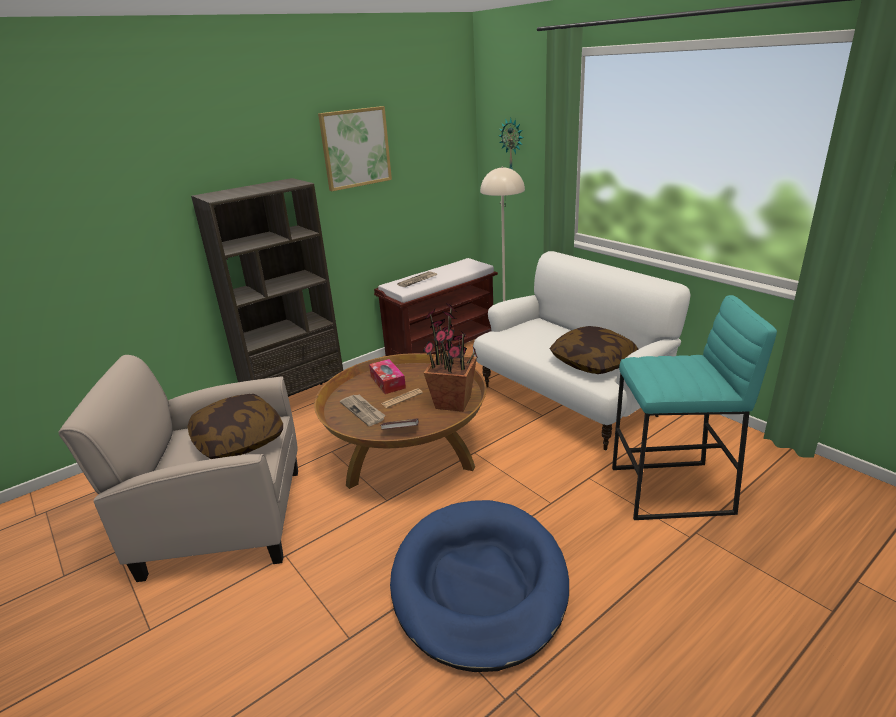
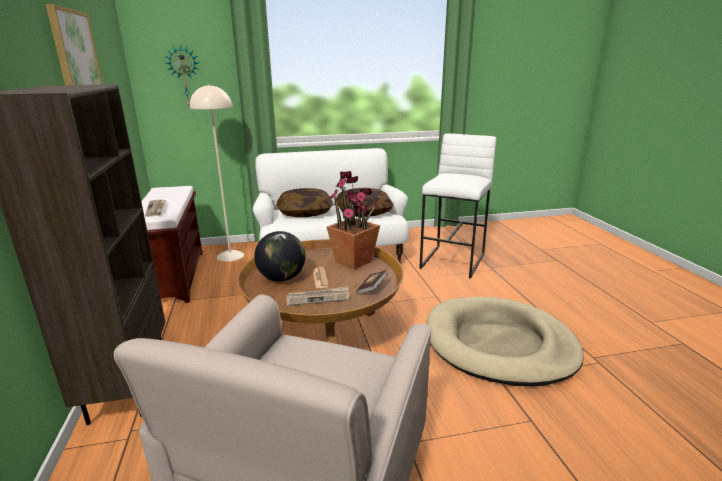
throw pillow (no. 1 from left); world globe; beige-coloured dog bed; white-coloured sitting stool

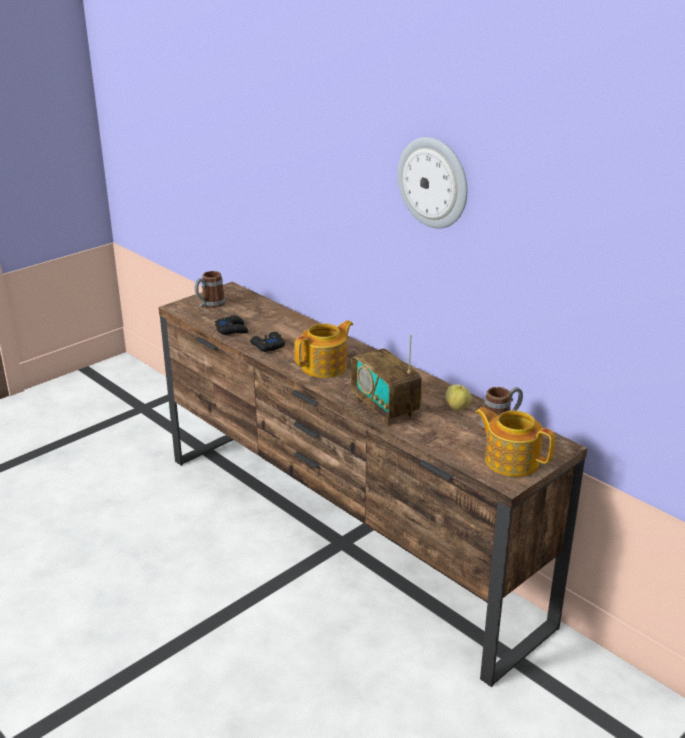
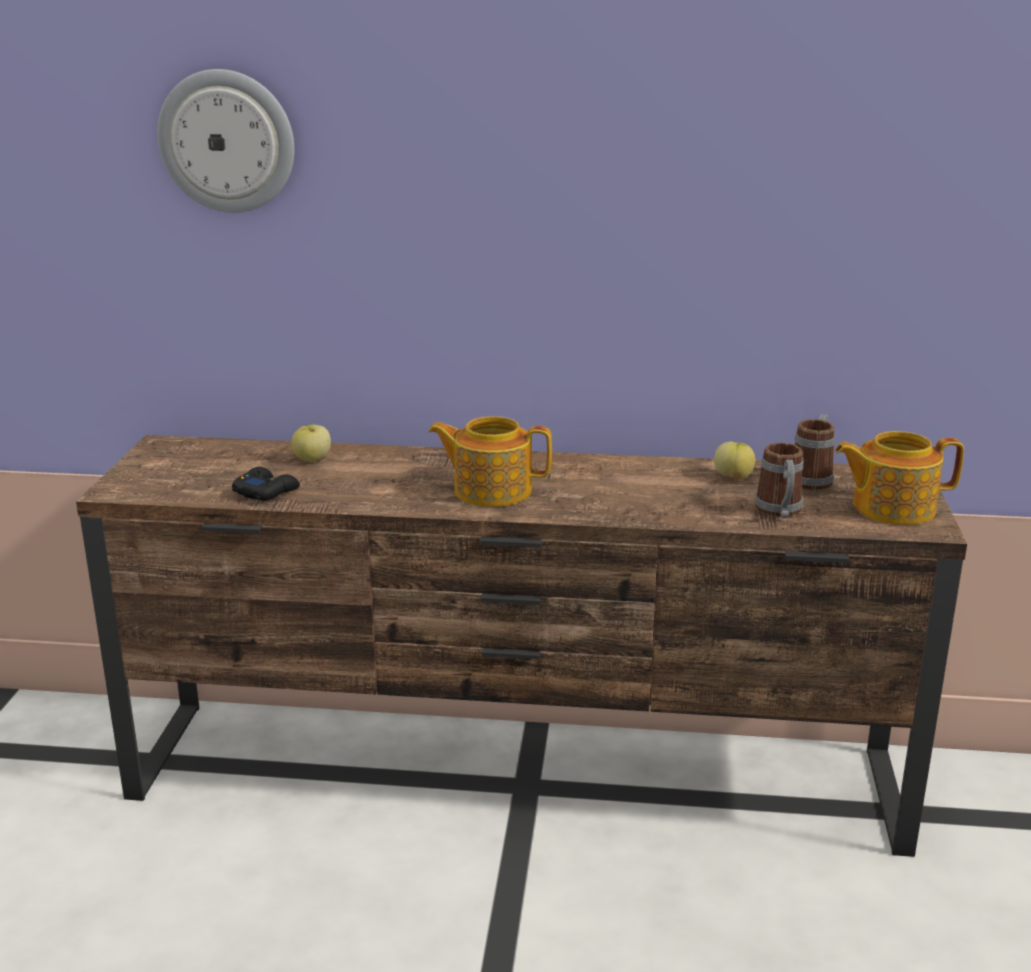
coffee mug (no. 1 from left); black-coloured joypad (no. 2 from left in the first image); tea pot (no. 1 from left); radio set; hanging clock; apple (no. 1 from left)

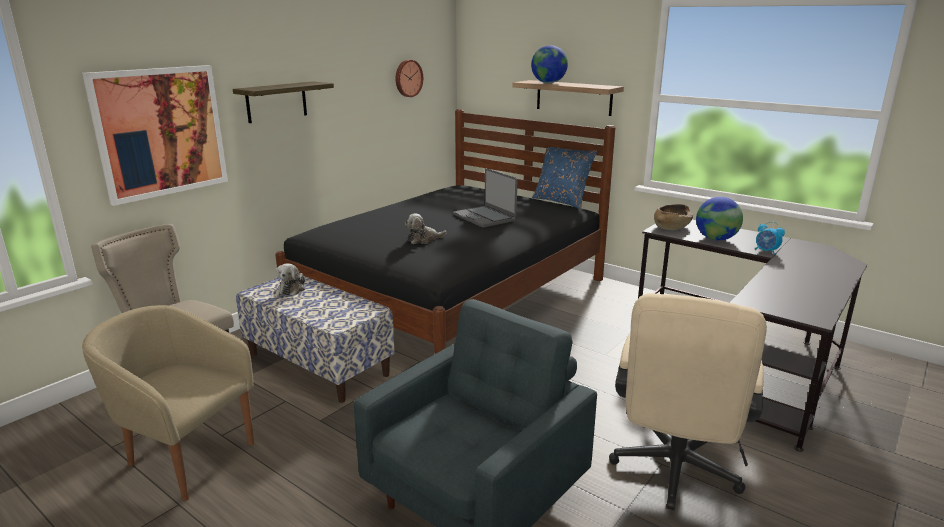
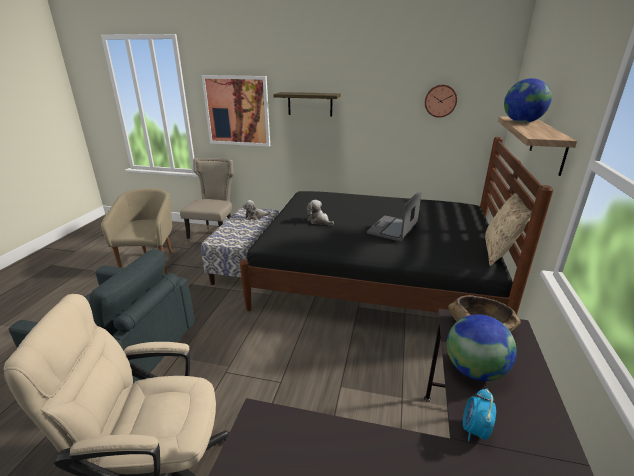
beige-coloured throw pillow

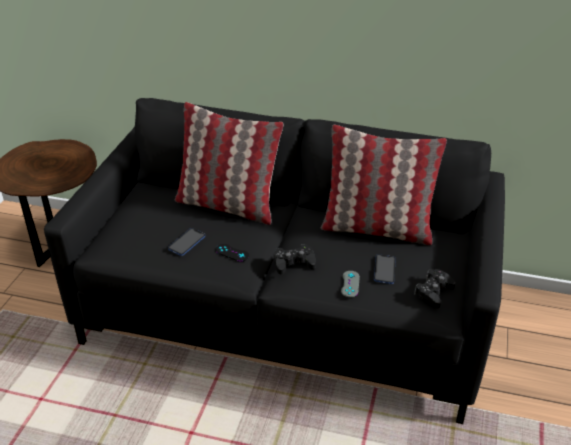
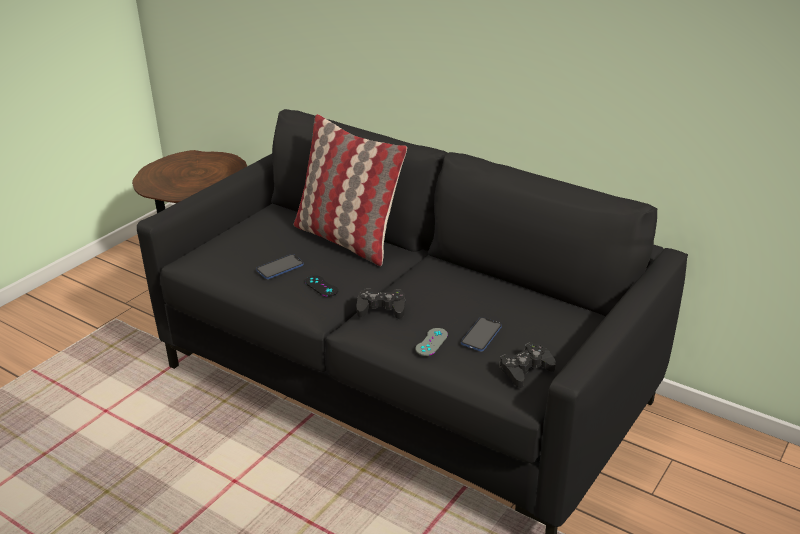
throw pillow (no. 2 from left in the first image)

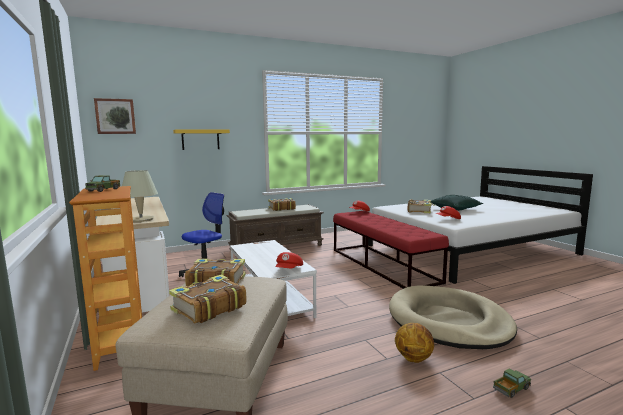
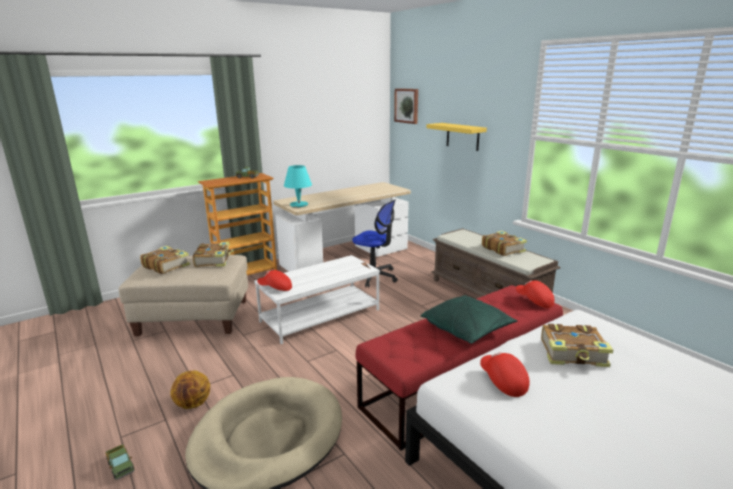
turquoise lamp for a table; green-coloured throw pillow

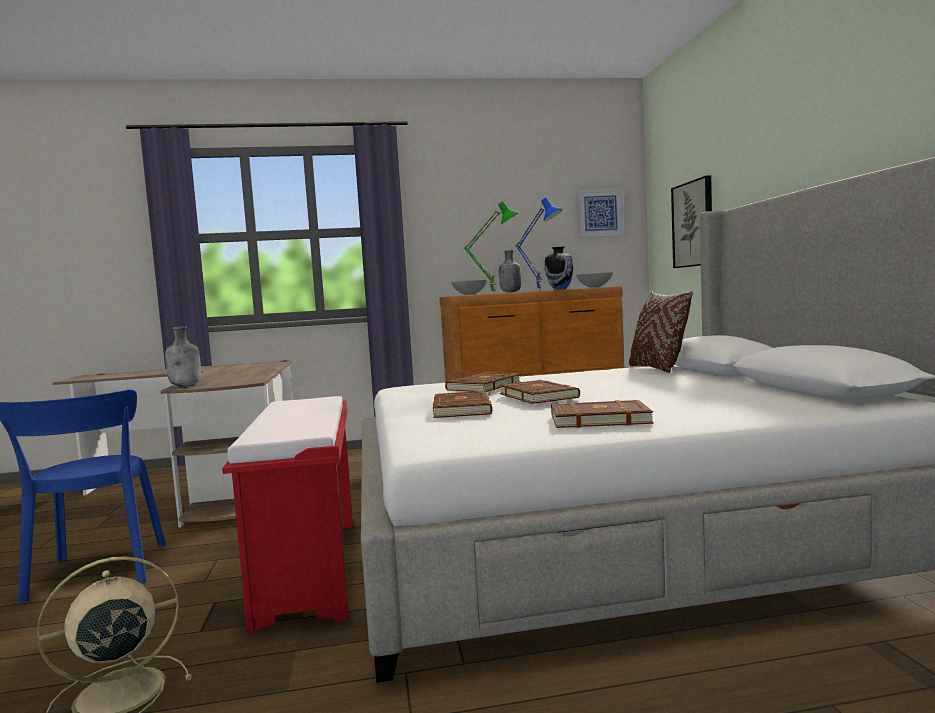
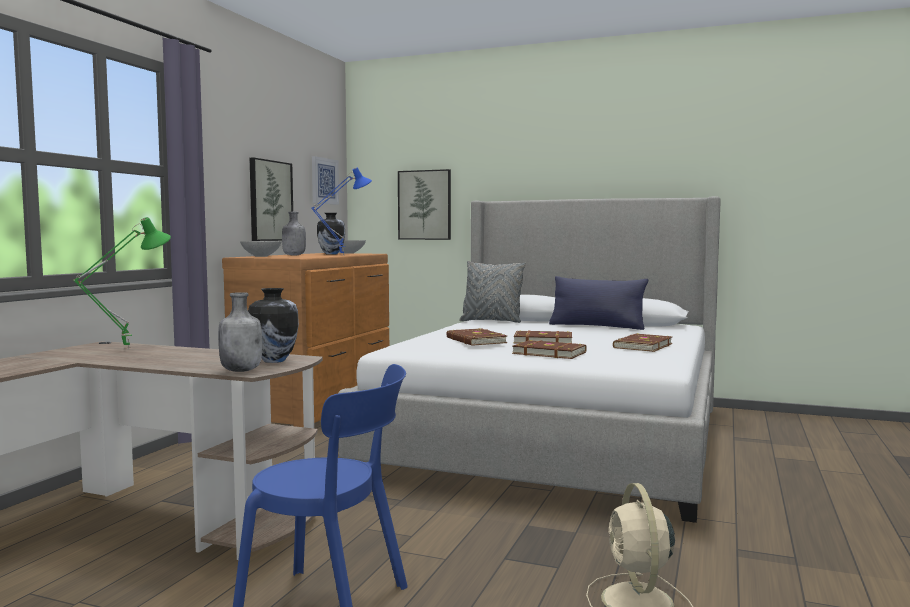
red-coloured indoor bench; green-coloured lamp for a table; greyish throw pillow; decorative vase (no. 1 from left); wall picture (no. 1 from left); bluish throw pillow

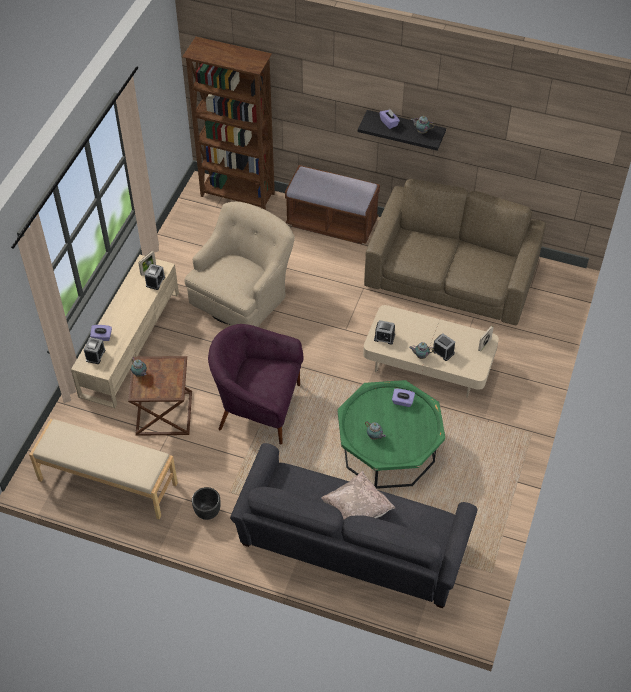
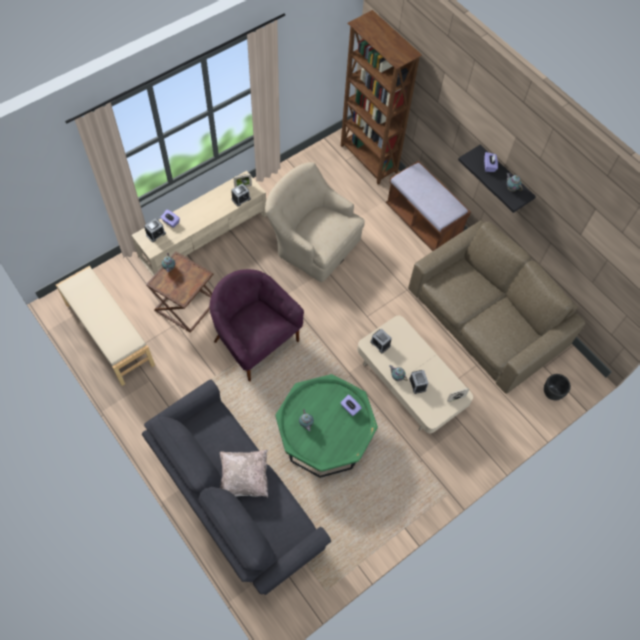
beige-coloured lounge chair; black-coloured flower pot

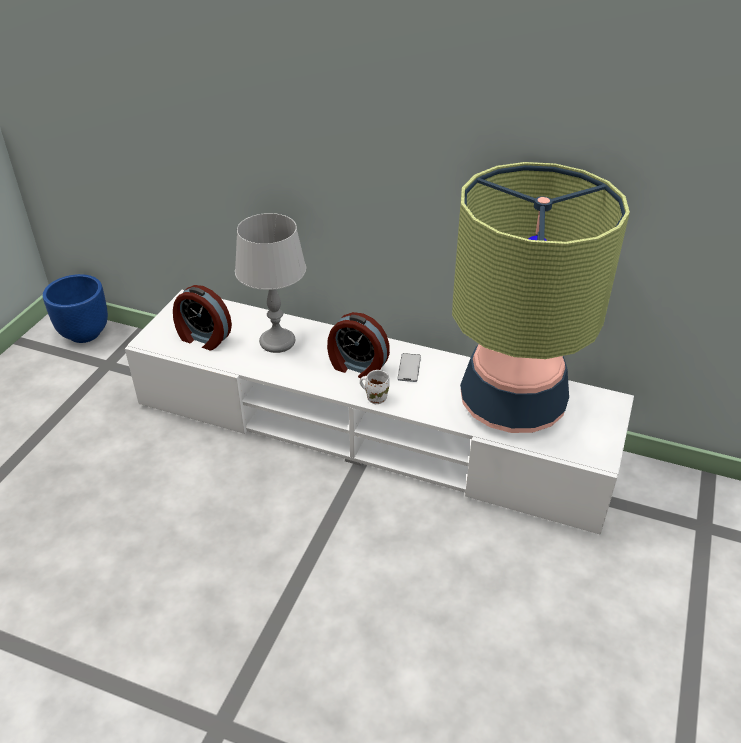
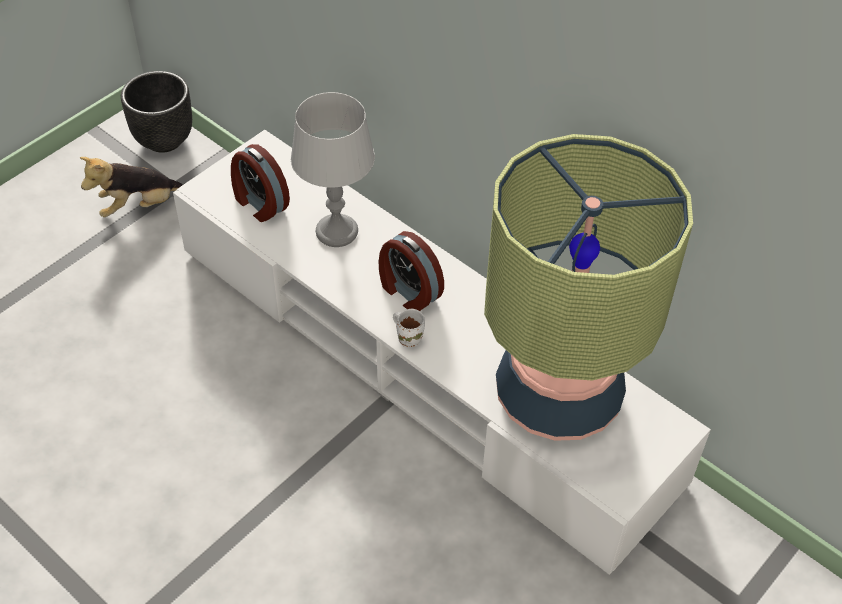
black-coloured flower pot; phone; soft toy

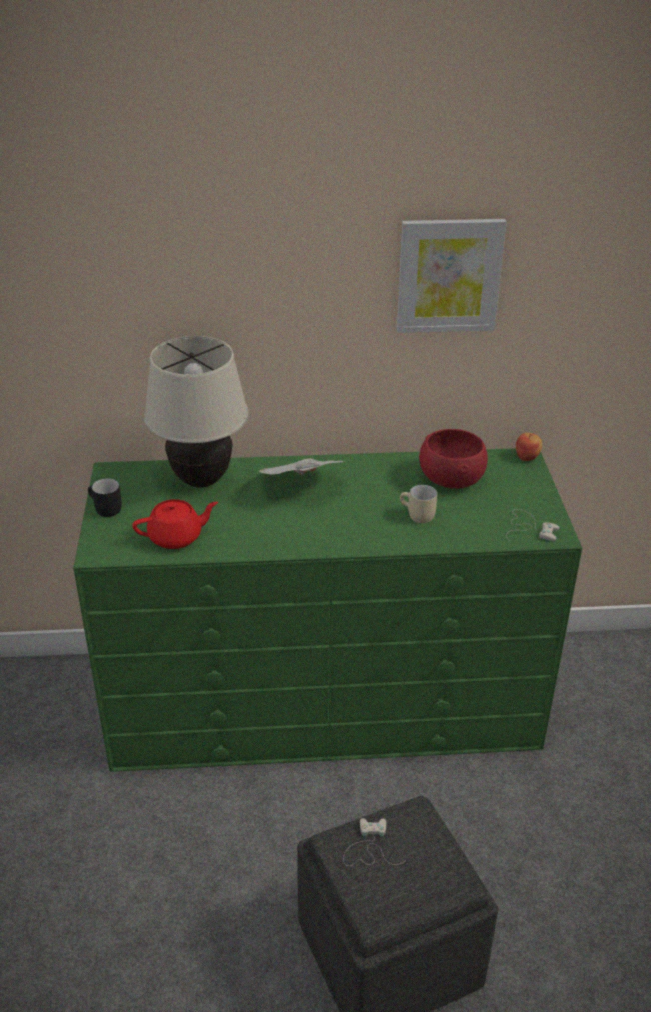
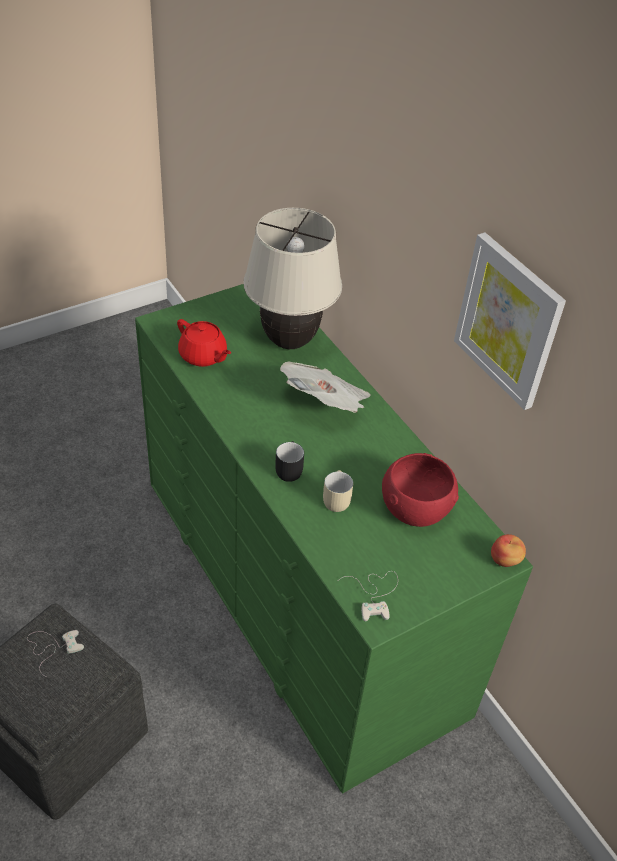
black-coloured coffee mug

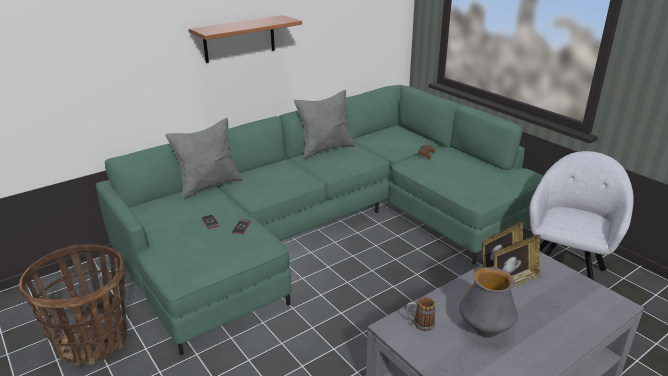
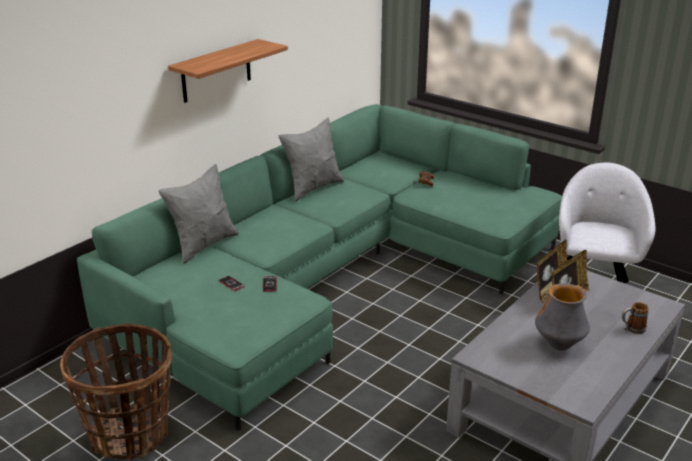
coffee mug

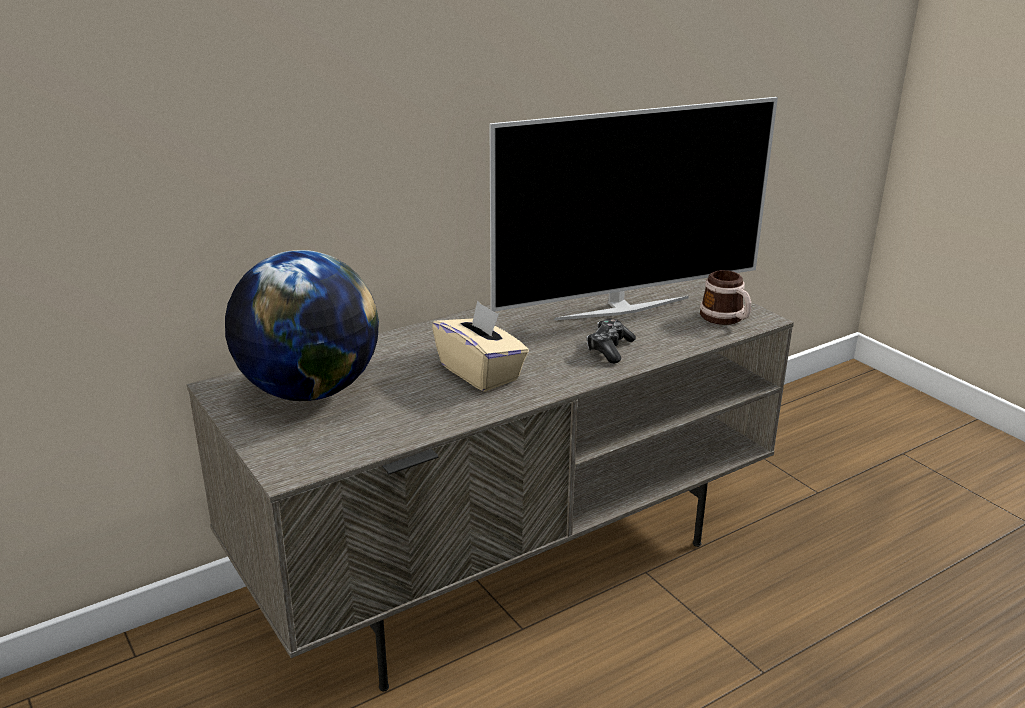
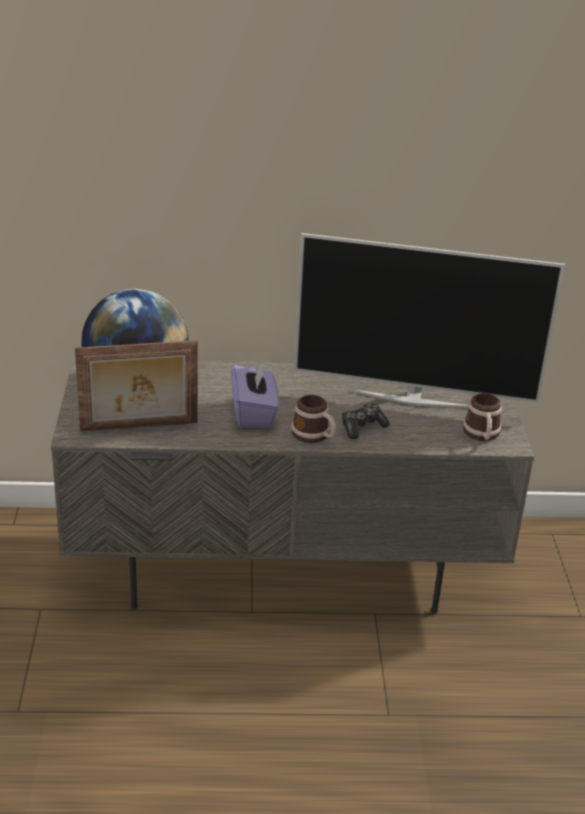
purple tissue box; standing frame; coffee mug (no. 1 from left)

